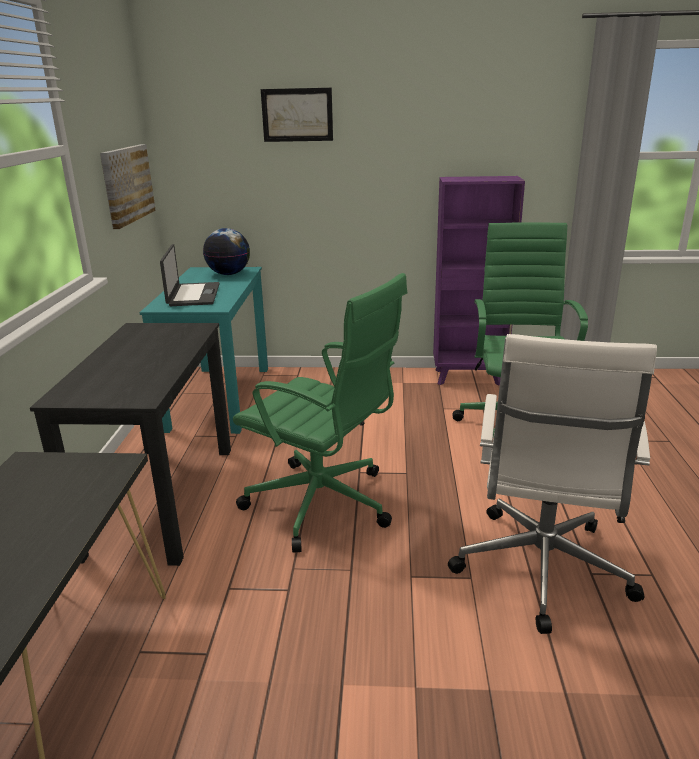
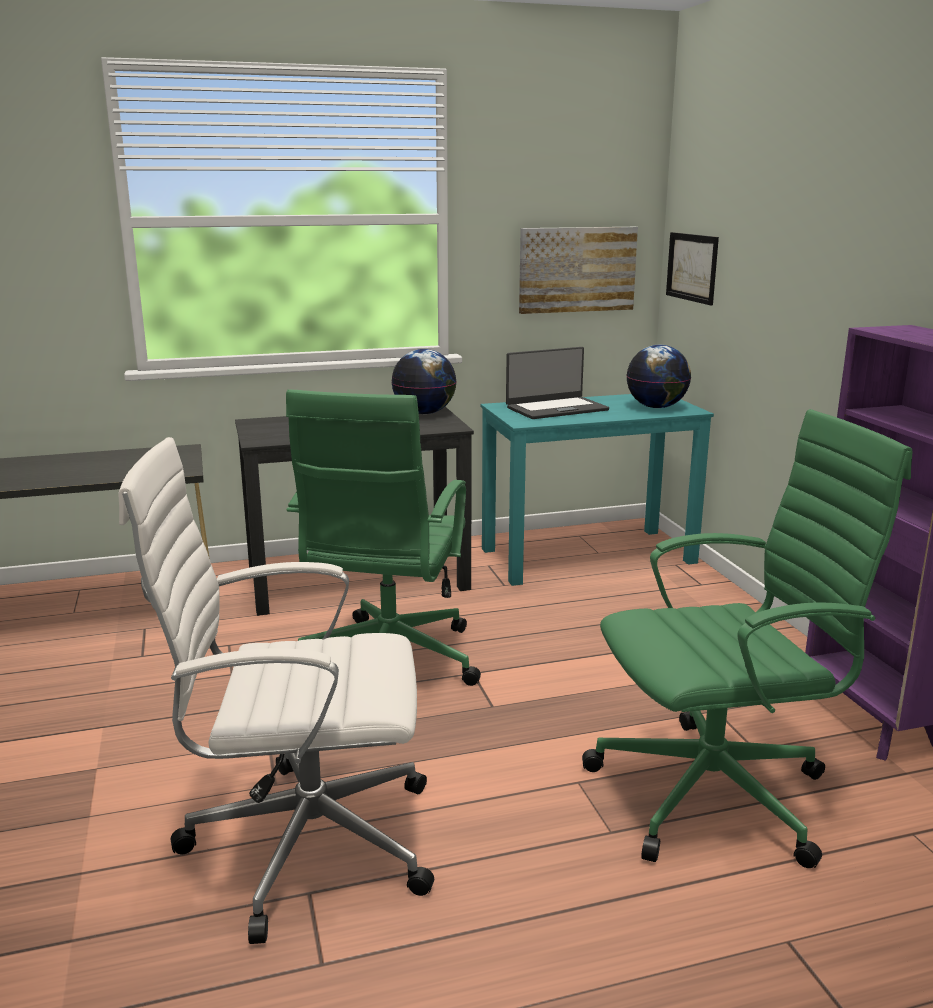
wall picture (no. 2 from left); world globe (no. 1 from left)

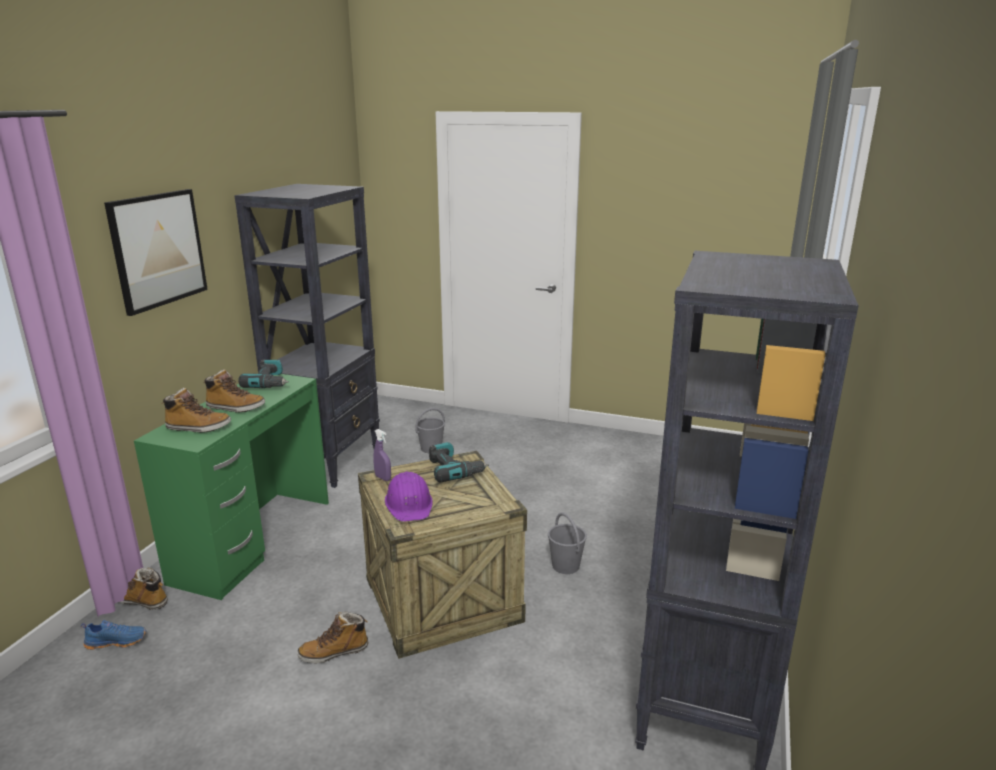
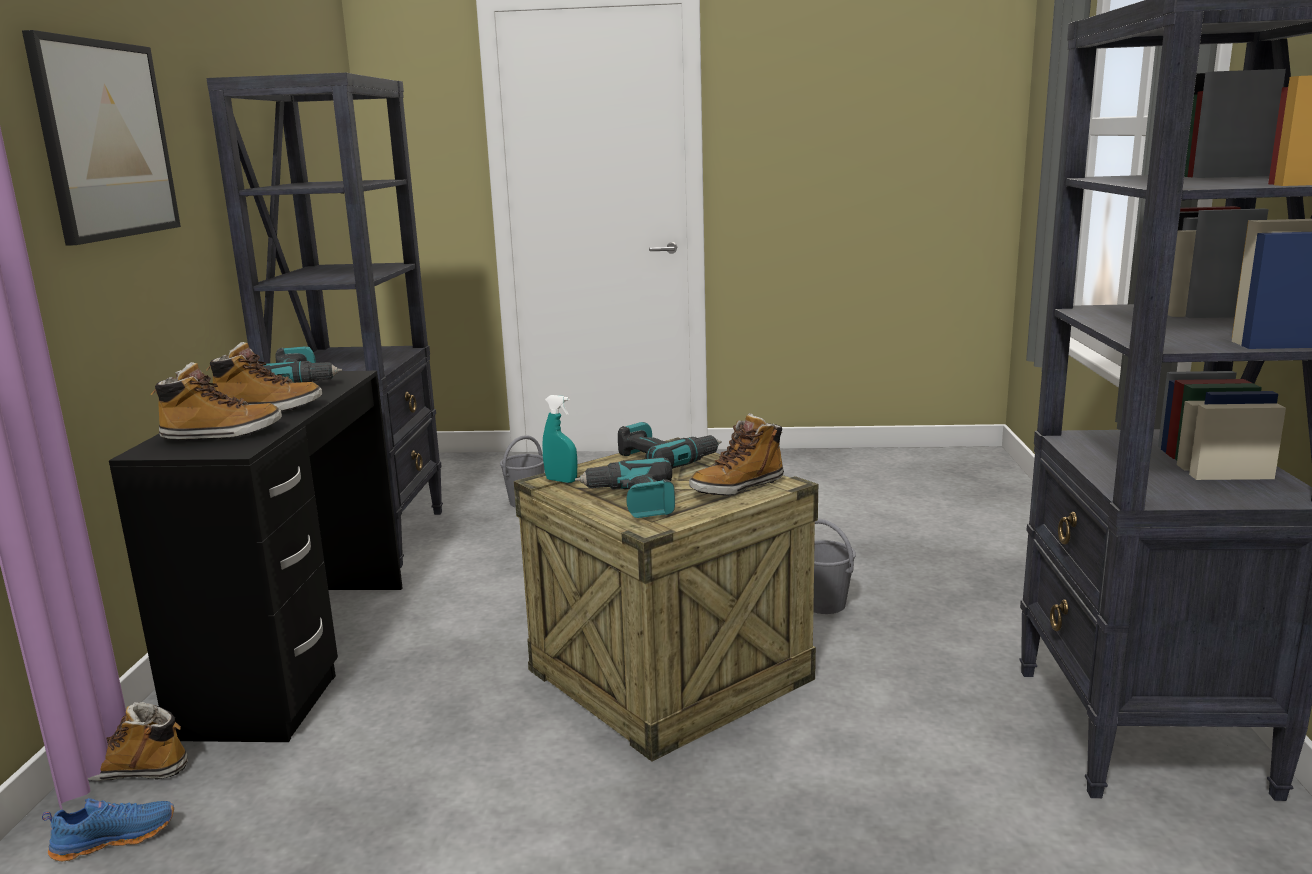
black-coloured desk; high-top boot (no. 4 from left); turquoise spray bottle; power drill (no. 2 from left)

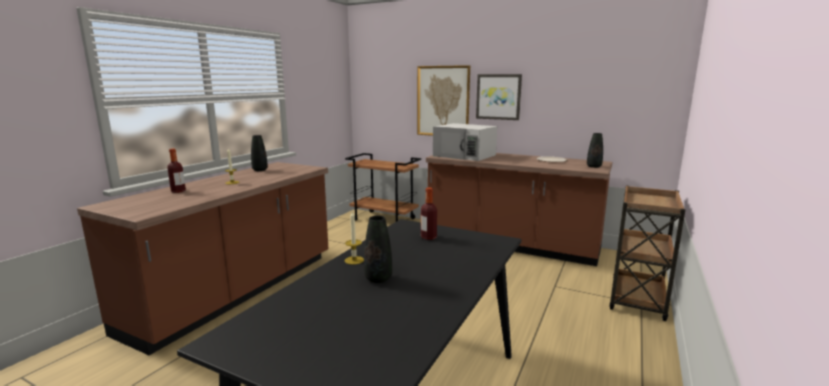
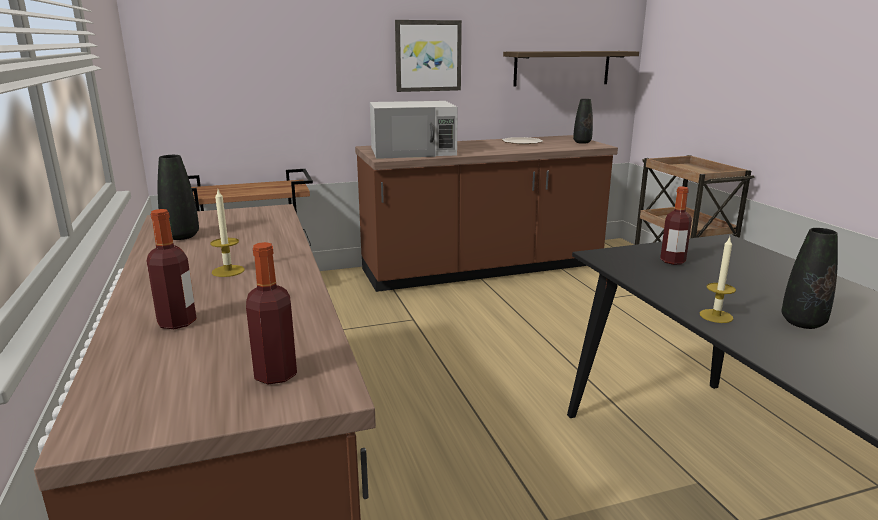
wall picture (no. 1 from left in the first image); drink bottle (no. 2 from left); wall shelf

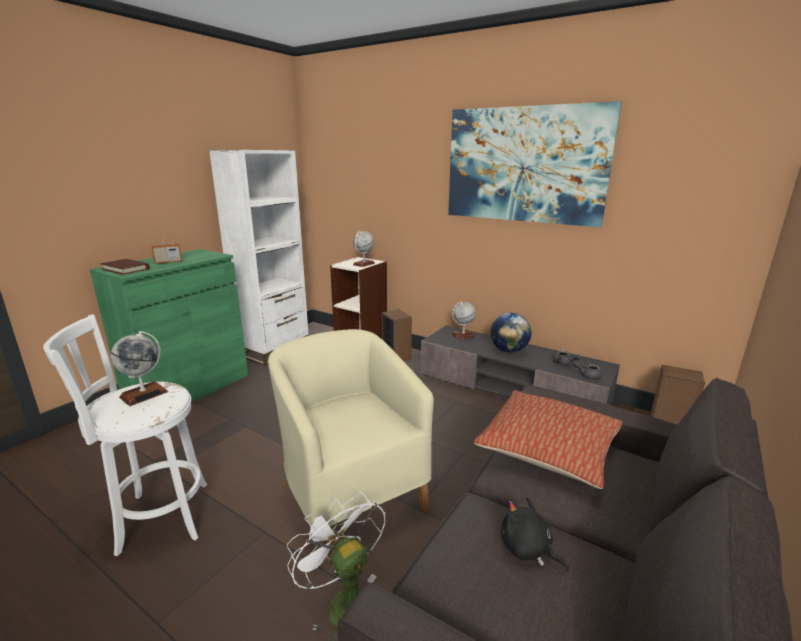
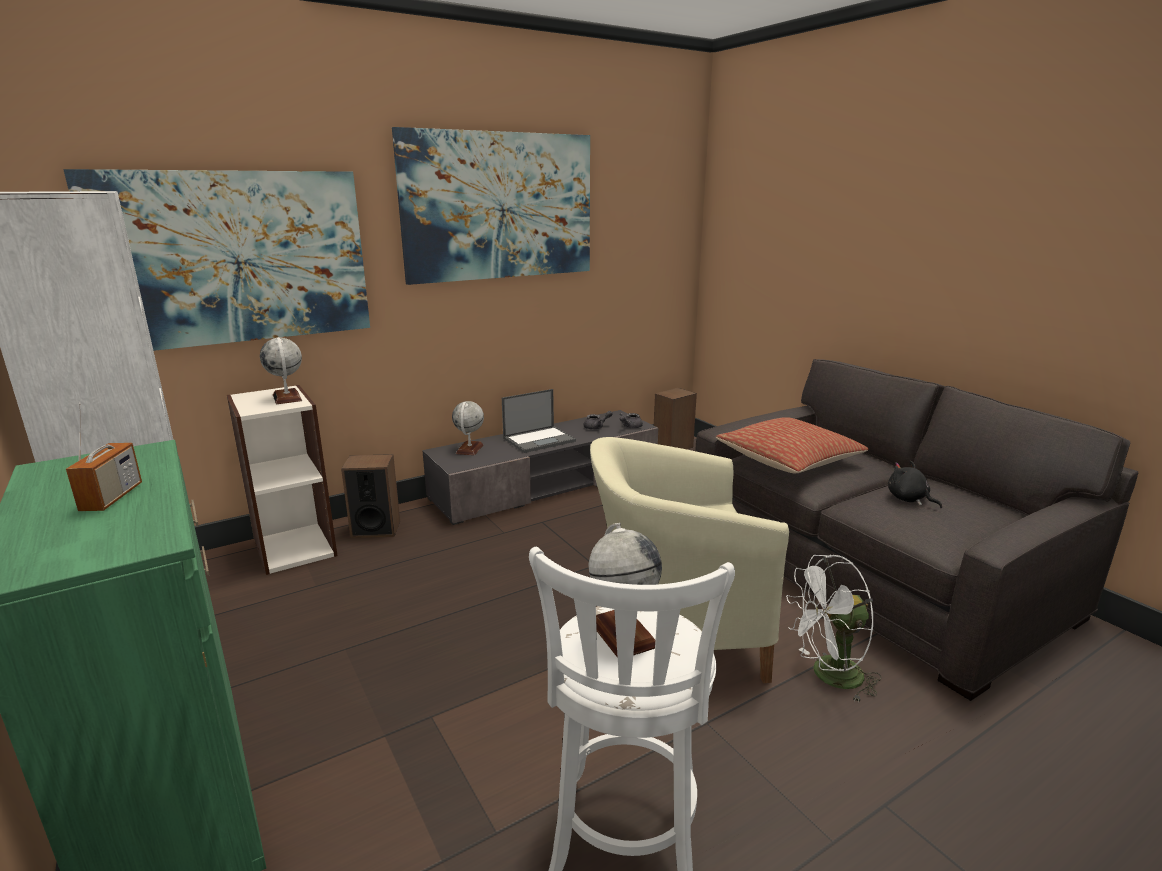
brown-coloured book; laptop; black-coloured soft toy; wall picture (no. 1 from left)

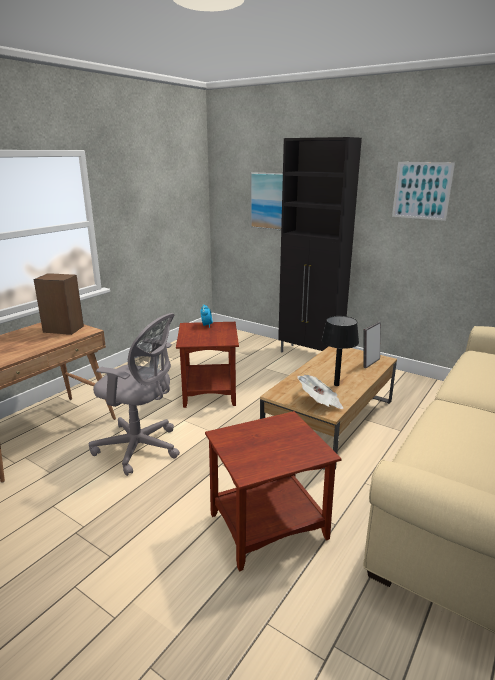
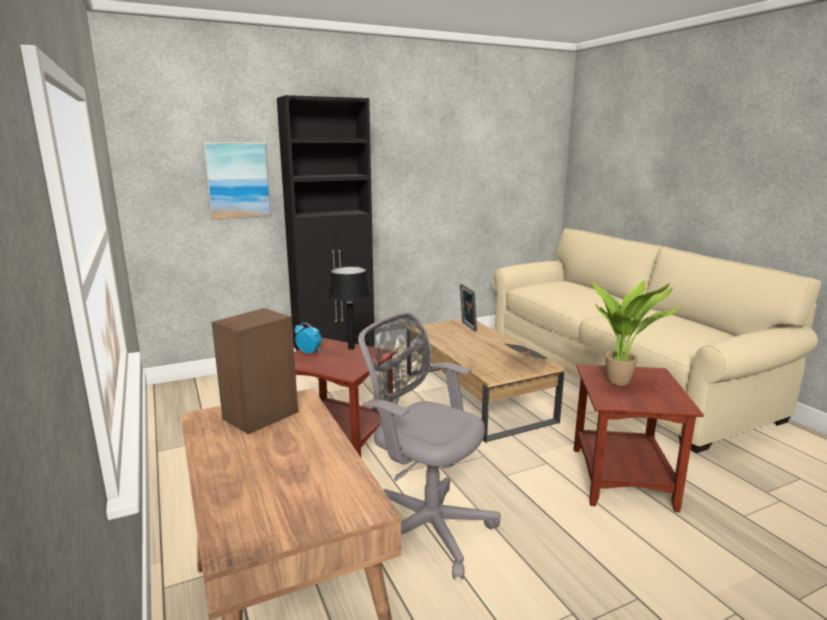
greyish computer chair; black-coloured lamp for a table; wall picture (no. 2 from left in the first image); houseplant

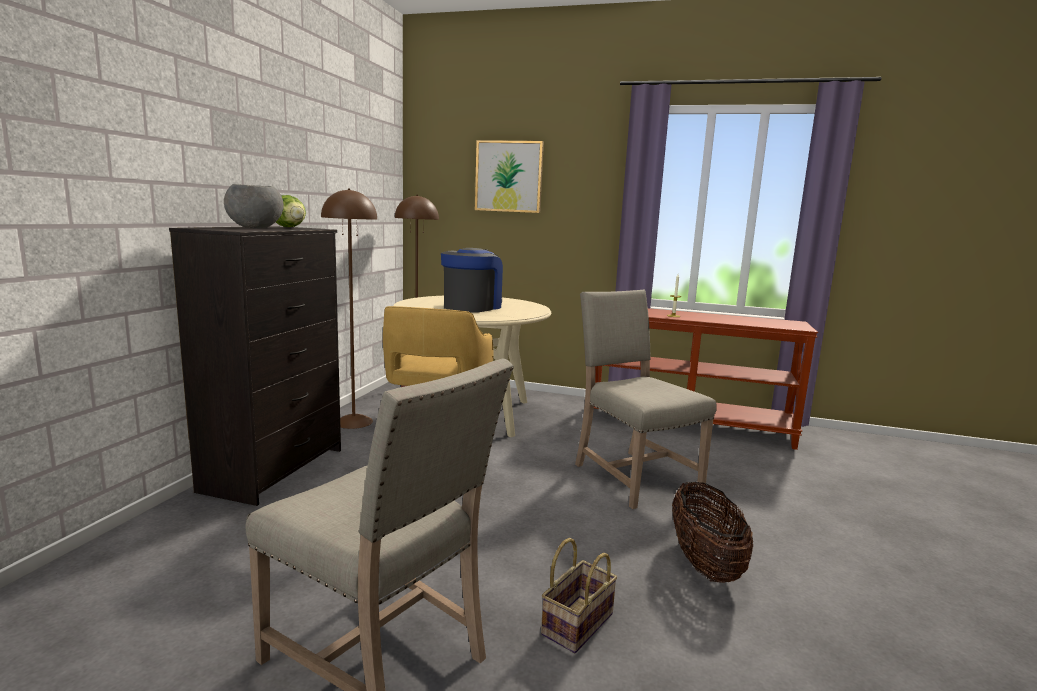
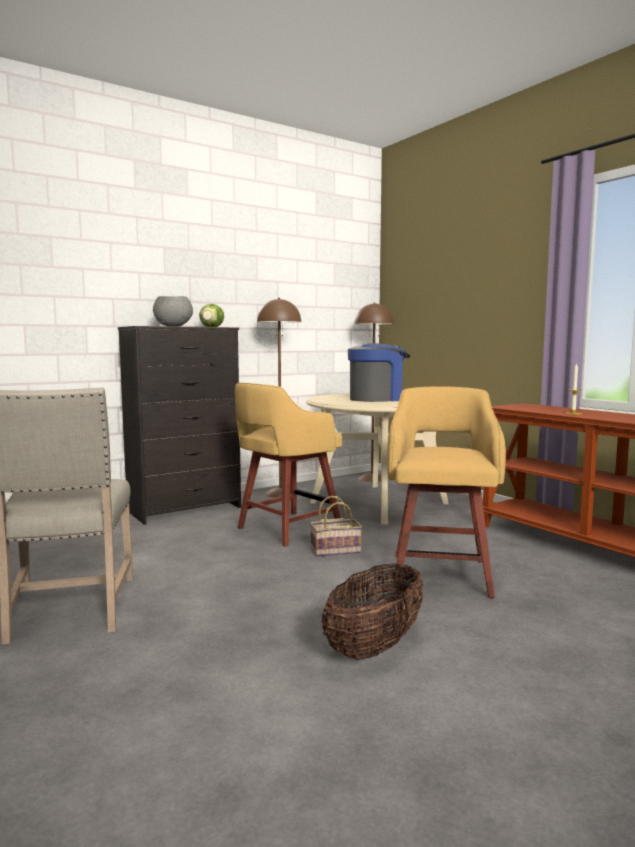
wall picture; basket (no. 1 from left); yellow-coloured sitting stool (no. 2 from left)

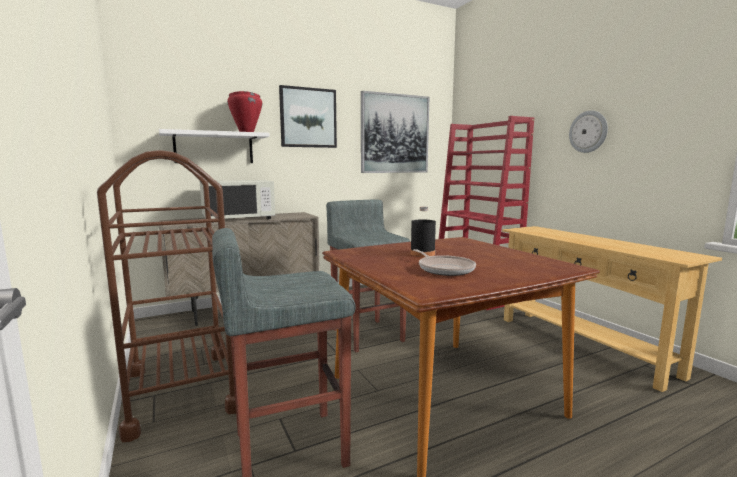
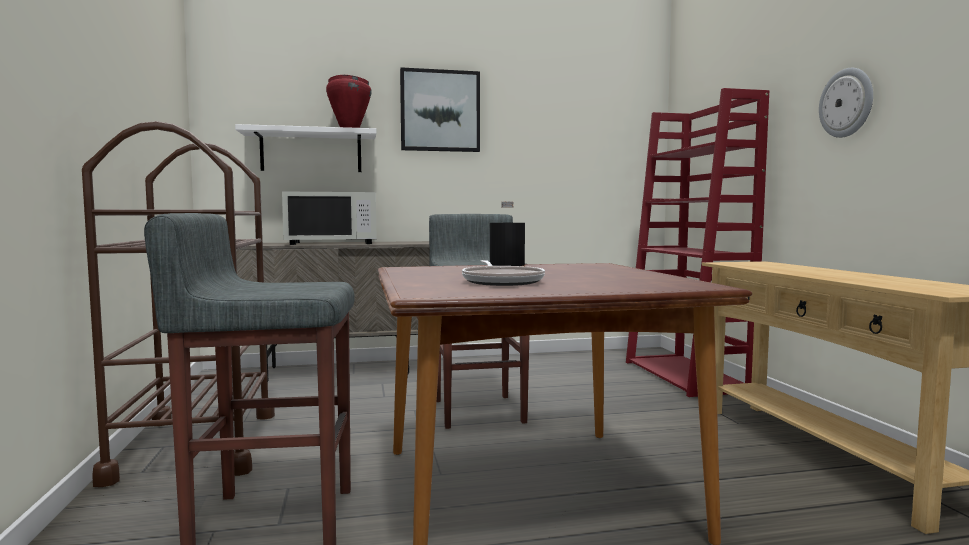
wall picture (no. 2 from left in the first image)

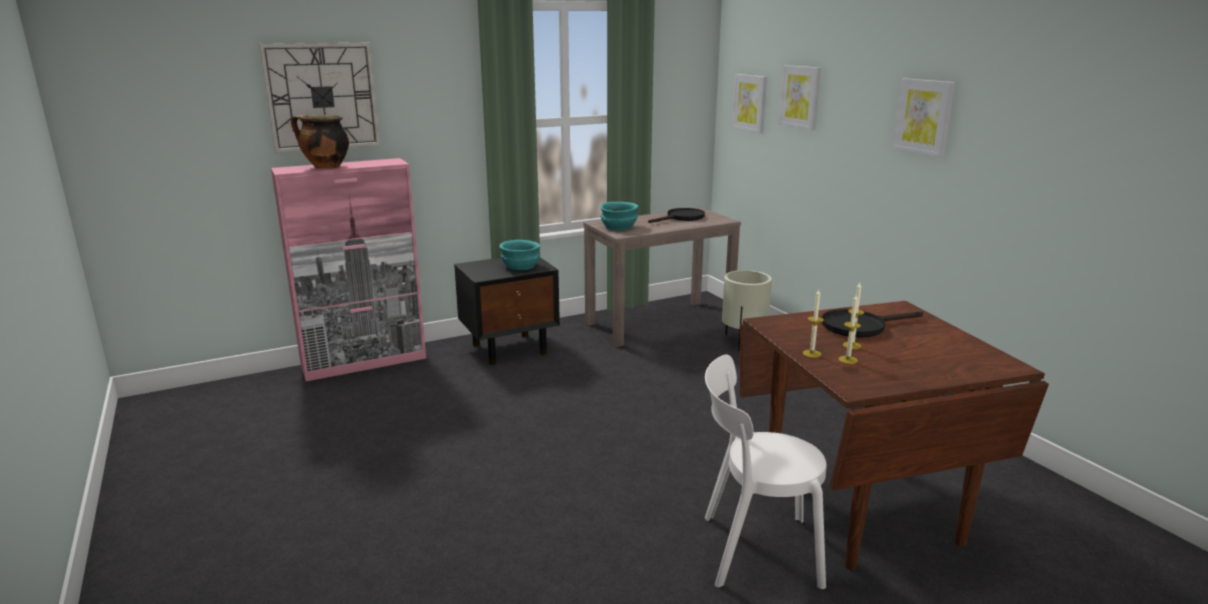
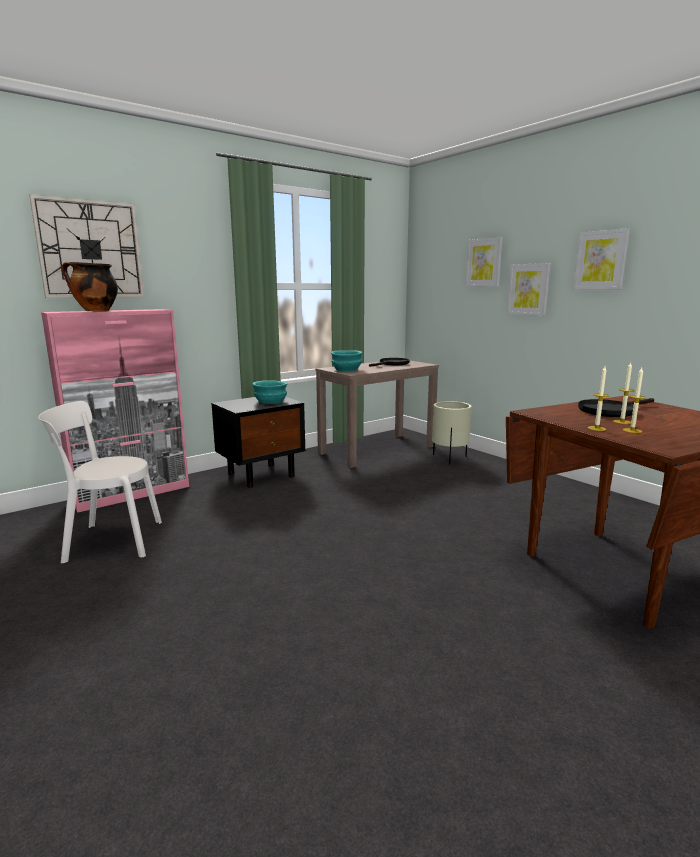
white-coloured upright chair; wall picture (no. 2 from left)

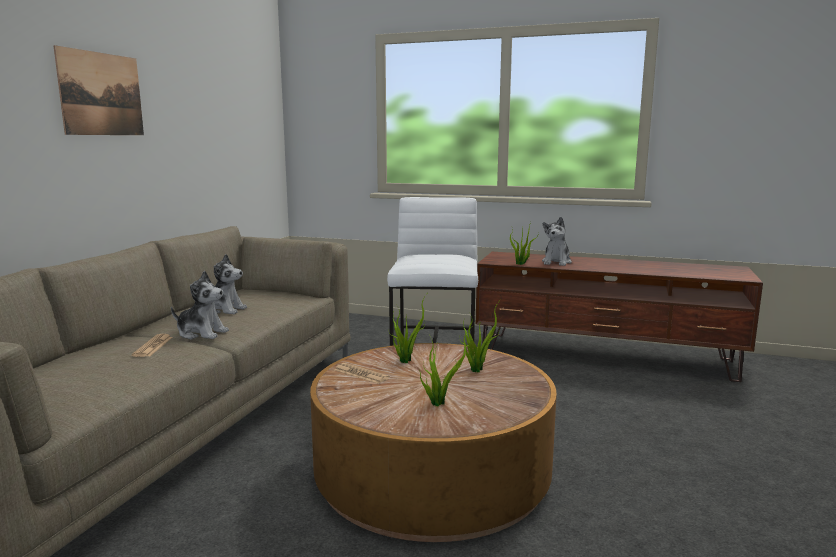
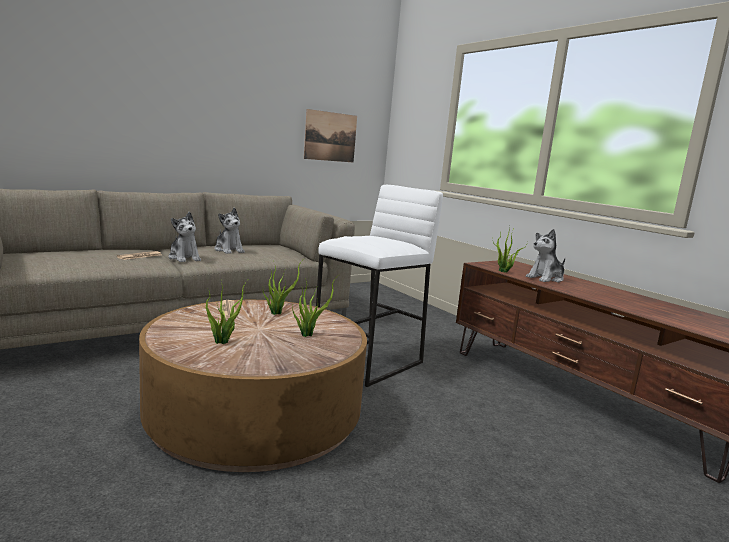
wall picture

